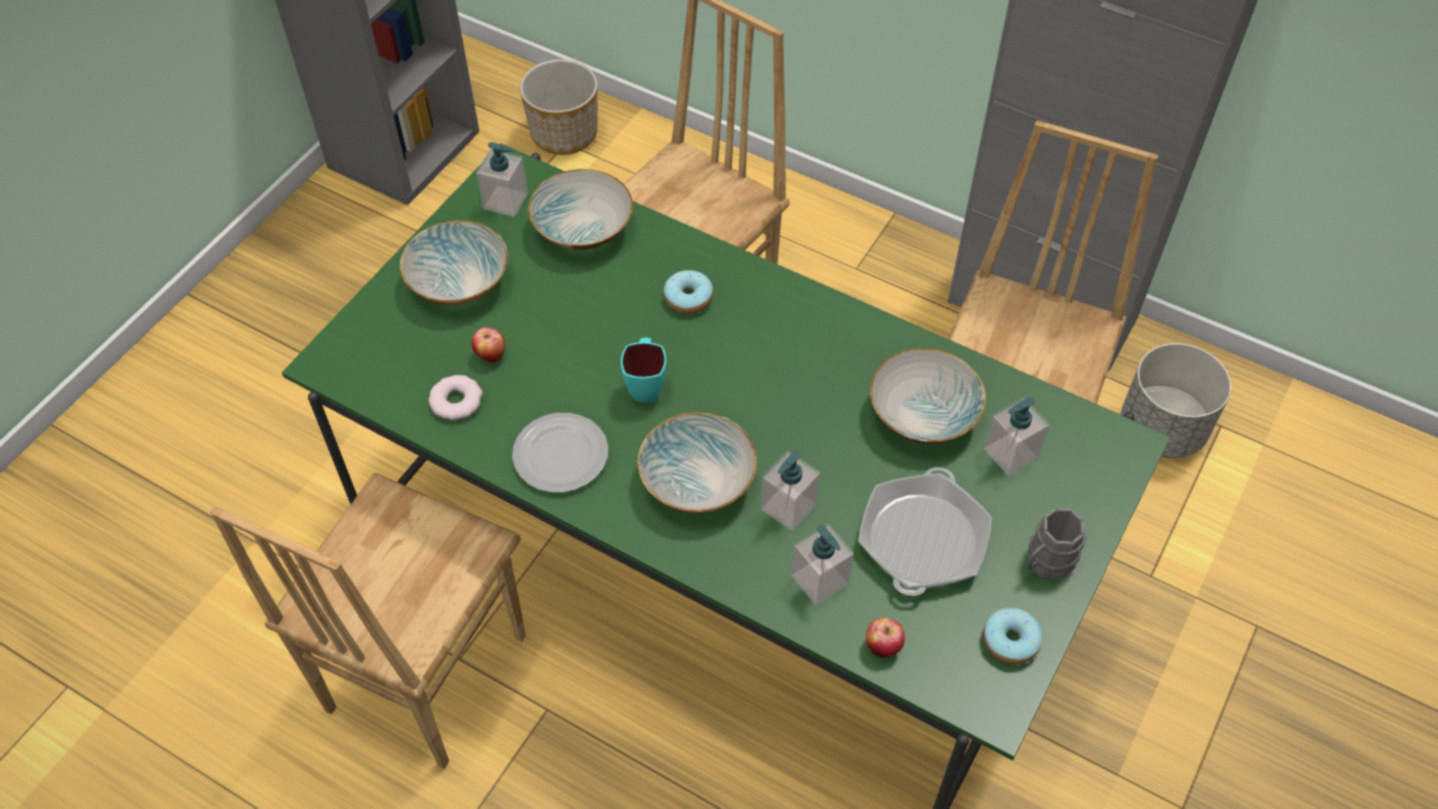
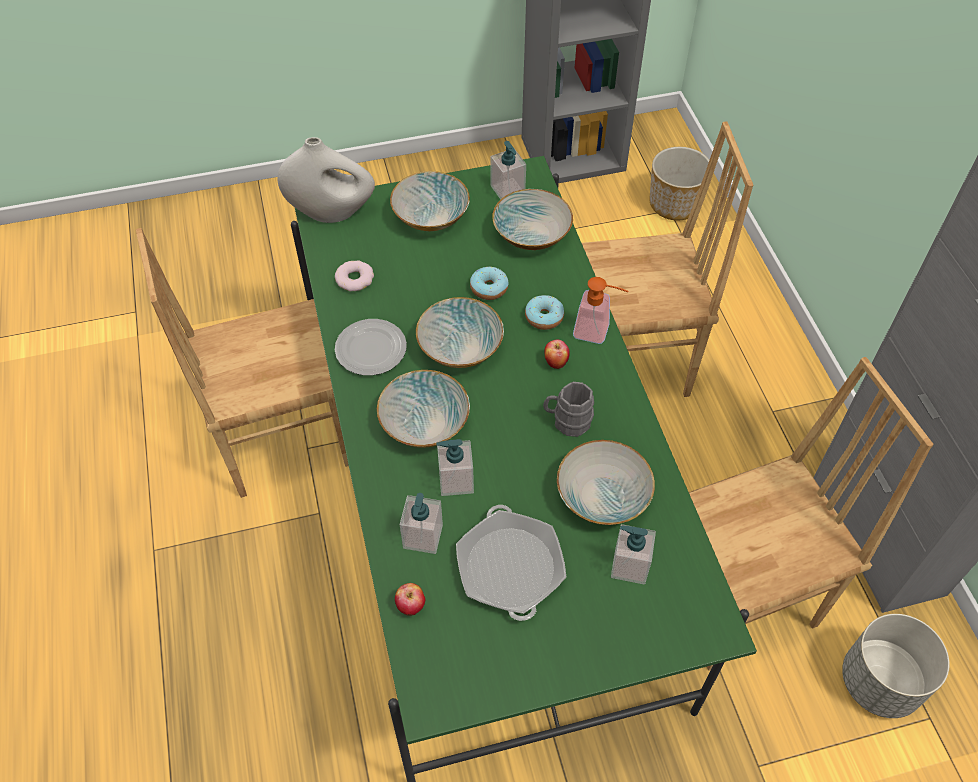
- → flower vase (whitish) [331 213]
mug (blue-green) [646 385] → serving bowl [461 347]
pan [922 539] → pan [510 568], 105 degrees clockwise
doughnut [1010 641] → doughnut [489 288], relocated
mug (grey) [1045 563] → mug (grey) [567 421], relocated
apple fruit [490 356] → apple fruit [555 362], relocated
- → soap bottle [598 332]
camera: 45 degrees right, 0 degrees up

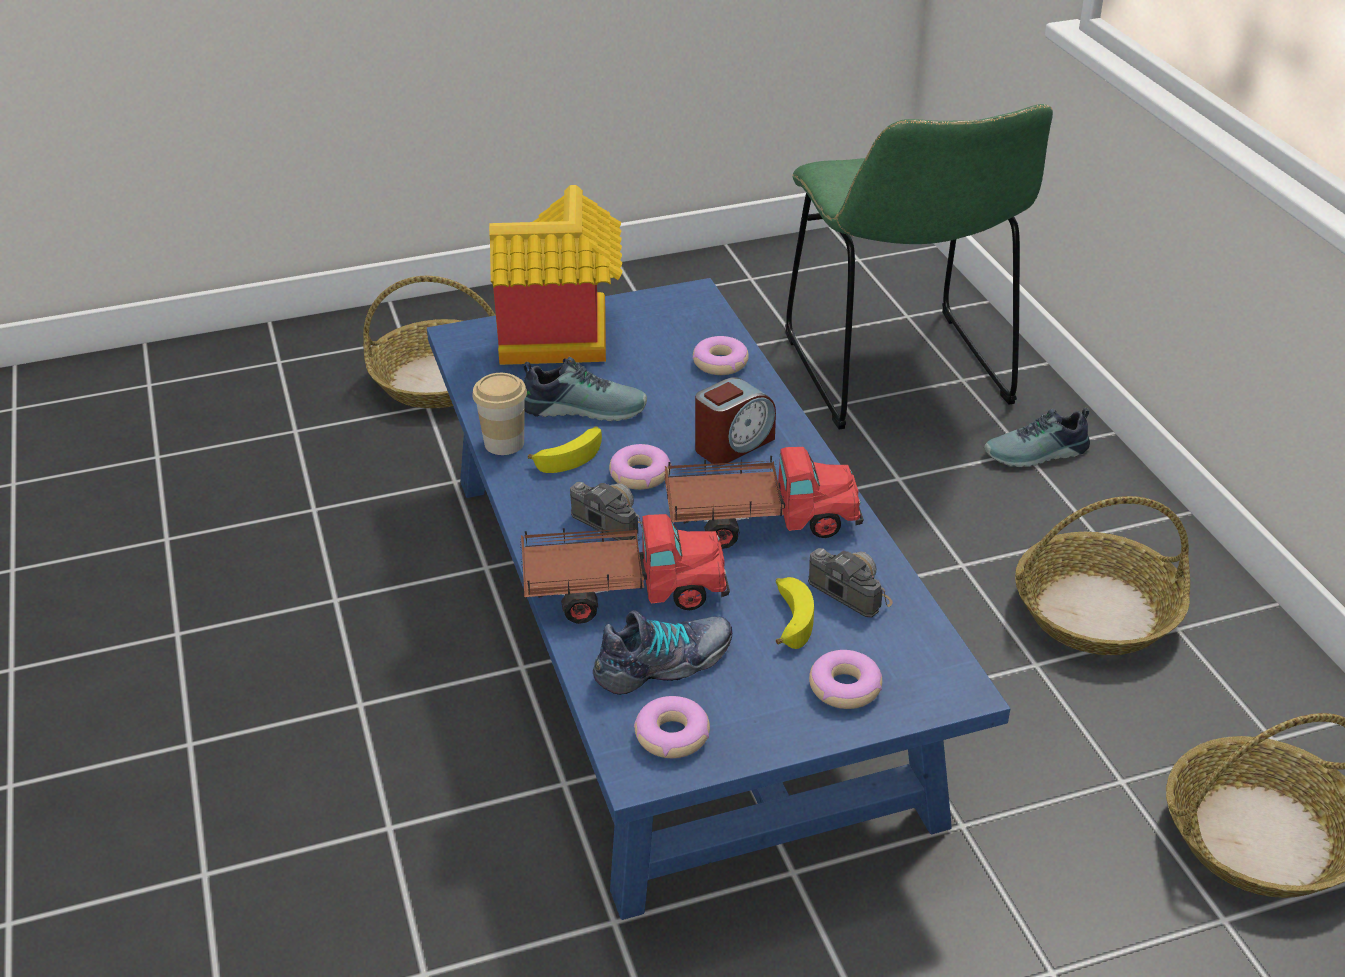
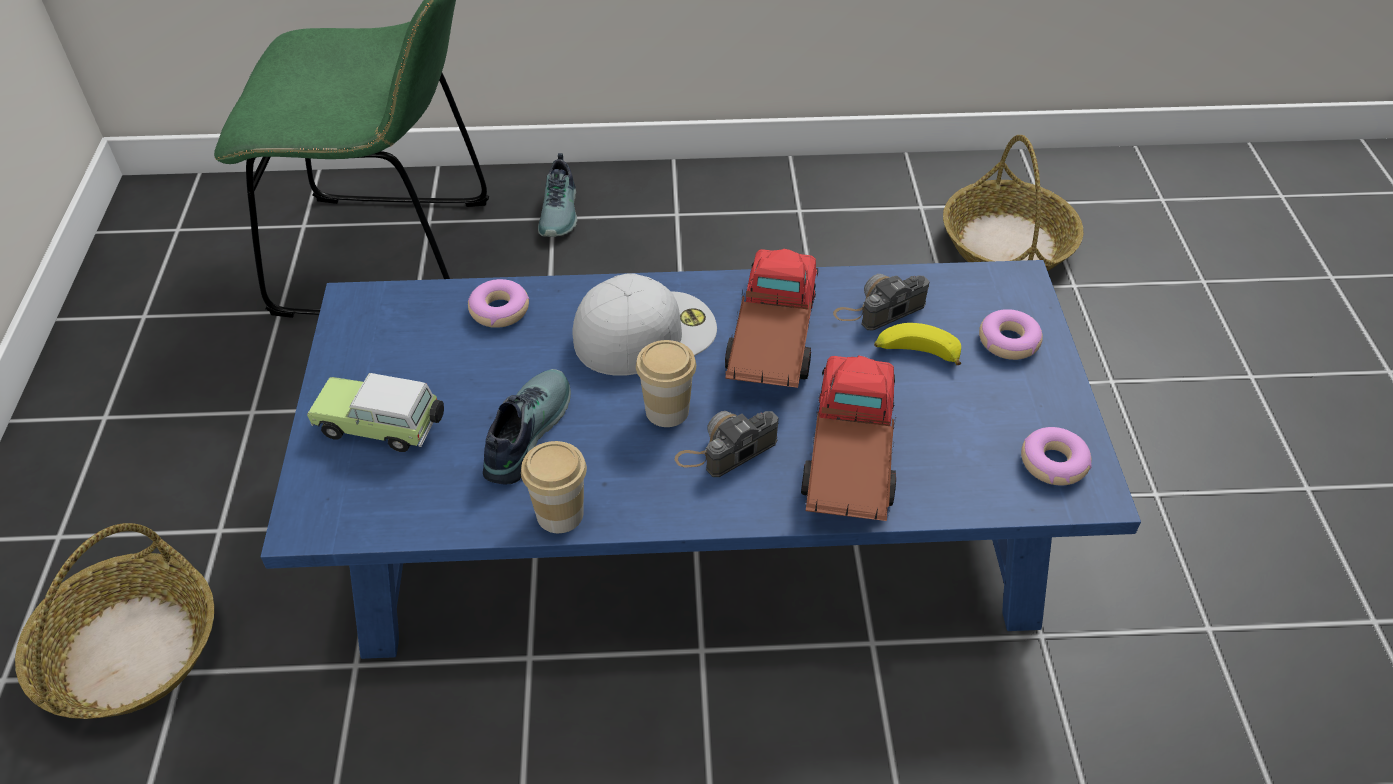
model house [563 343] → miniature car [383 428]
table clock [733 444] → cap (whitish) [645 332]
doughnut [640 475] → cup [667 410]
whole banana [570 455] → -
shoe [665 665] → -
storage basket [1096 611] → -
camera: 75 degrees left, 10 degrees up

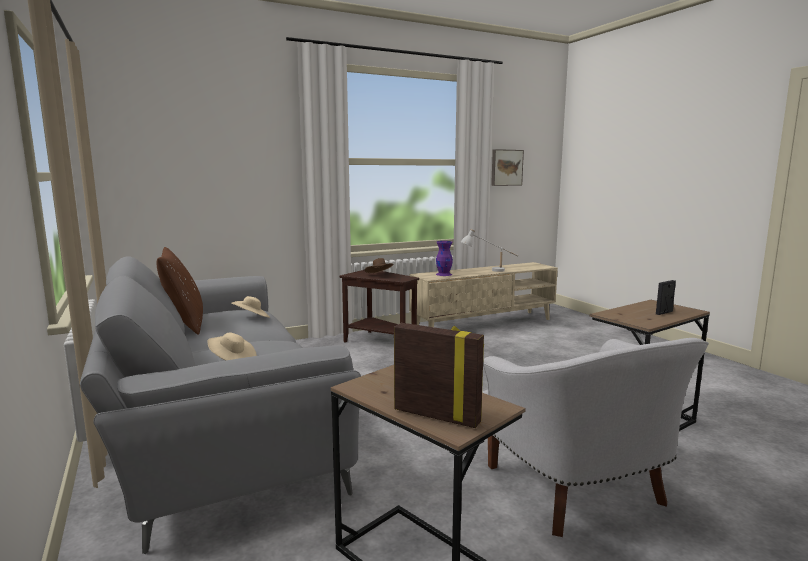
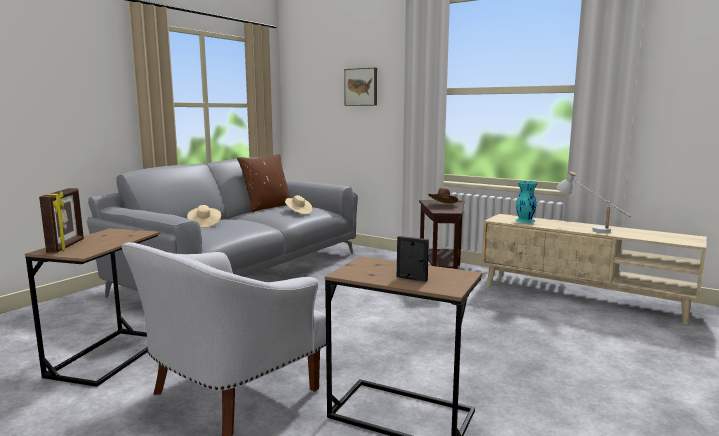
picture [506 167] → picture [361 87], relocated
flower vase (purple) [444 274] → flower vase (blue-green) [525 220]
camera: 60 degrees right, 0 degrees up

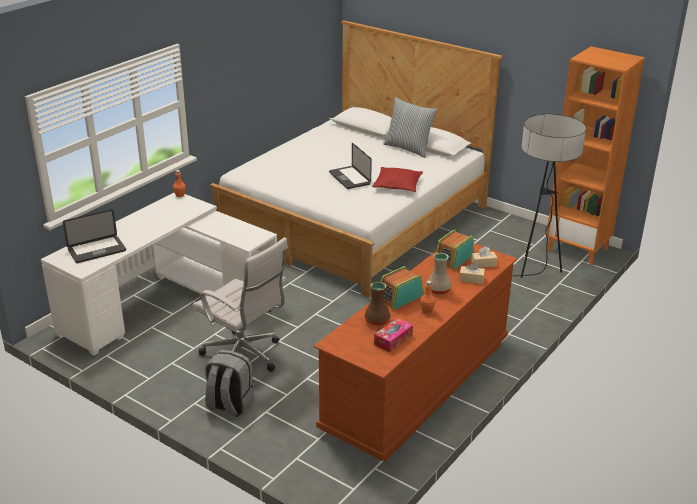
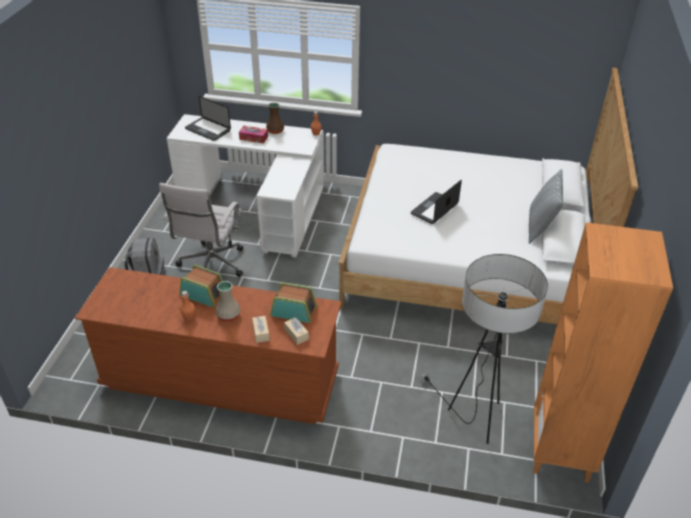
tissue holder [393 340] → tissue holder [253 138], relocated
flower vase (brown) [377 321] → flower vase (brown) [275 131], relocated
cushion (red) [397 185] → -
camera: 65 degrees right, 10 degrees up

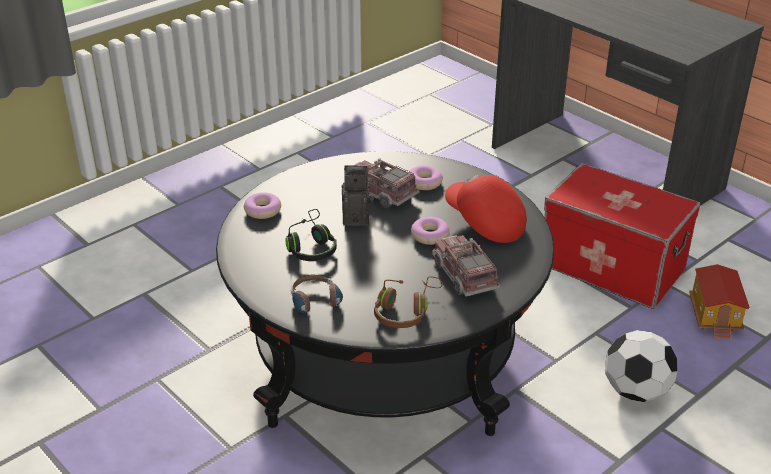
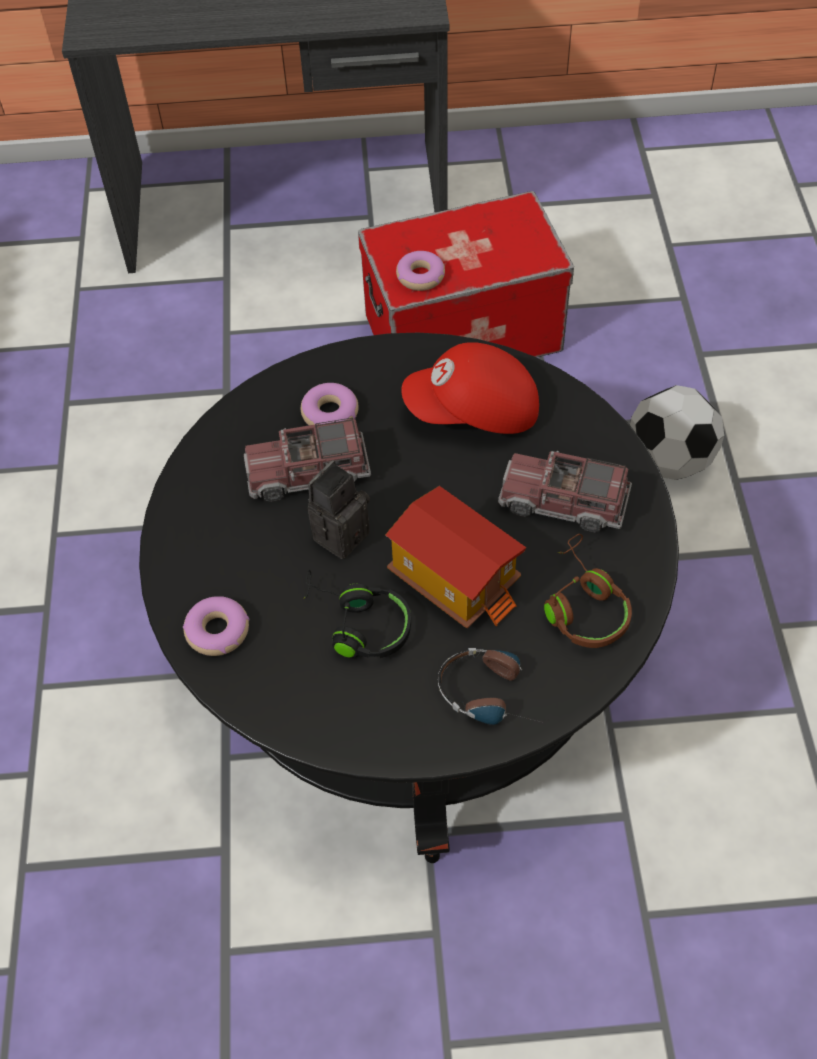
model house [715 316] → model house [456 578], relocated
doughnut [430 236] → doughnut [420 276], relocated
camera: 50 degrees left, 20 degrees up

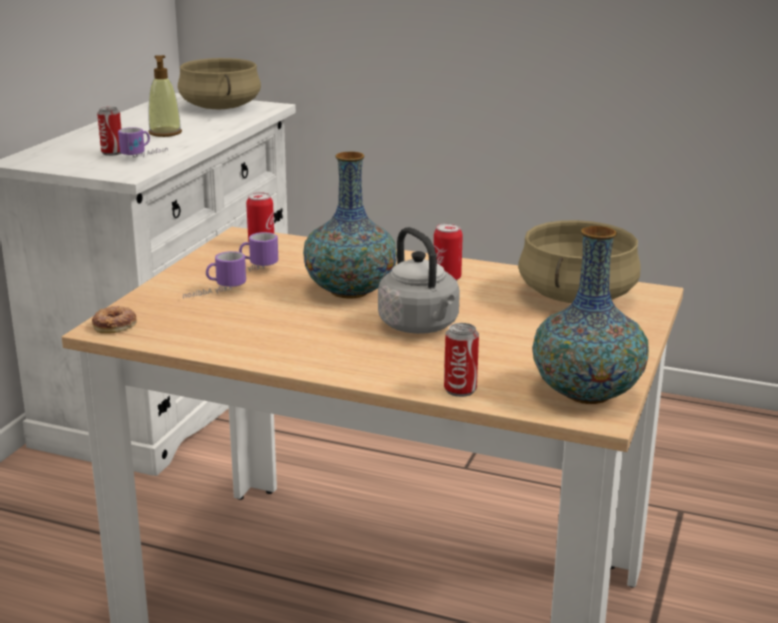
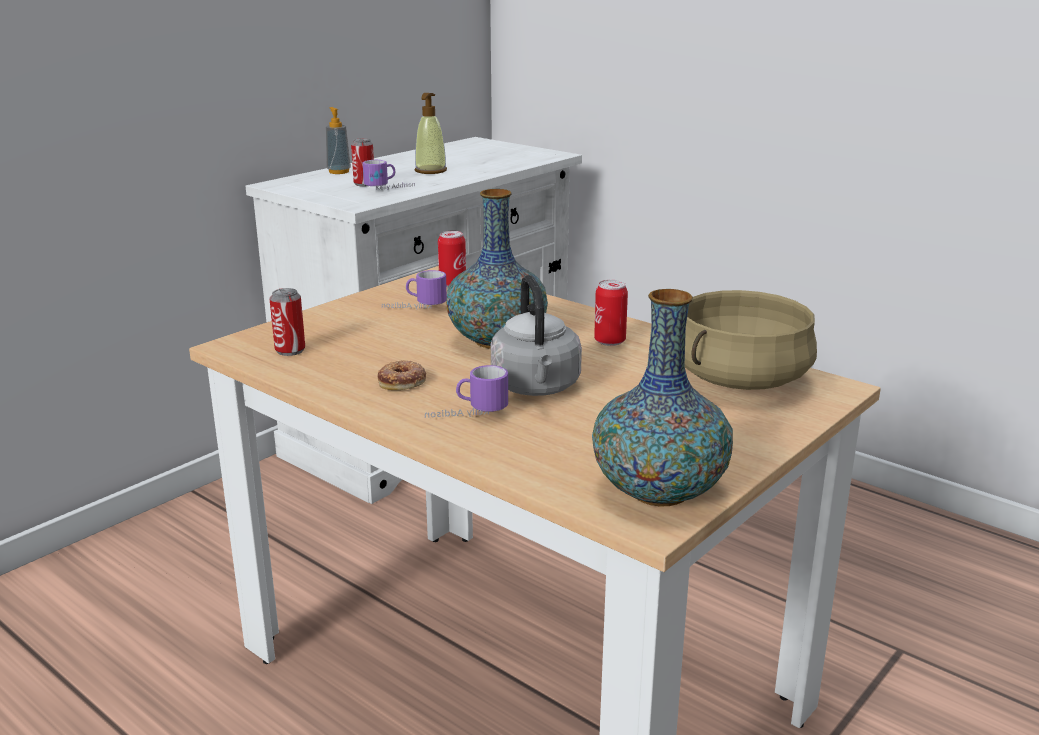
can [460 390] → can [290 350], relocated
- → soap bottle [339 172]
doughnut [115 325] → doughnut [402 381], relocated
mug [214 293] → mug [466 416], relocated
saucepot (sand-coloured) [219 107] → -
camera: 20 degrees right, 0 degrees up

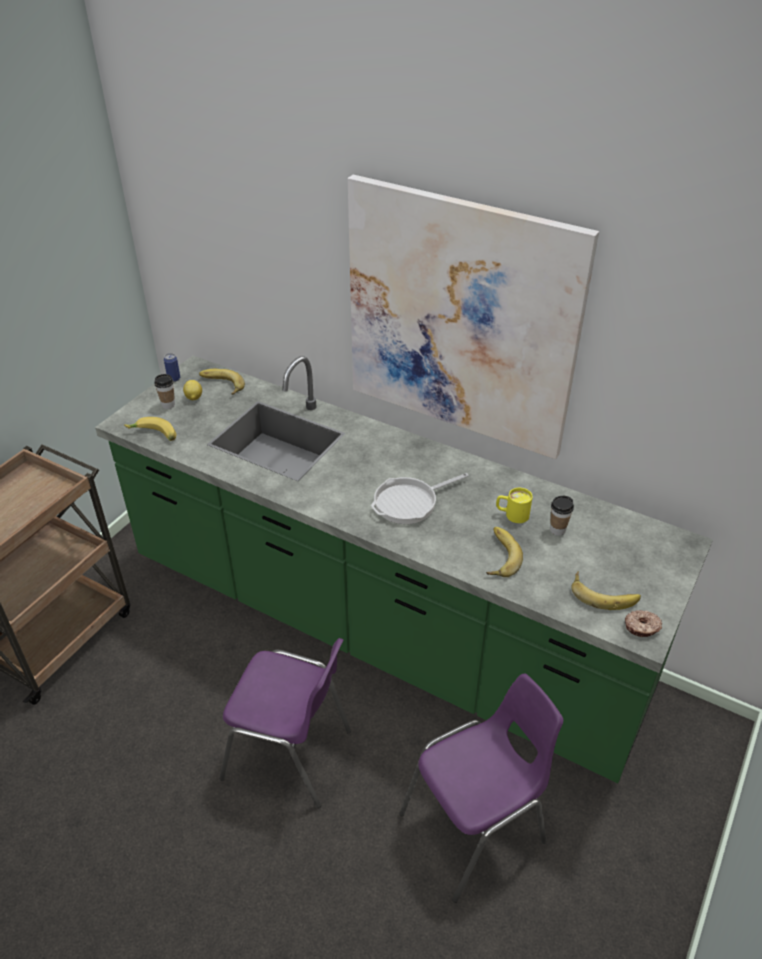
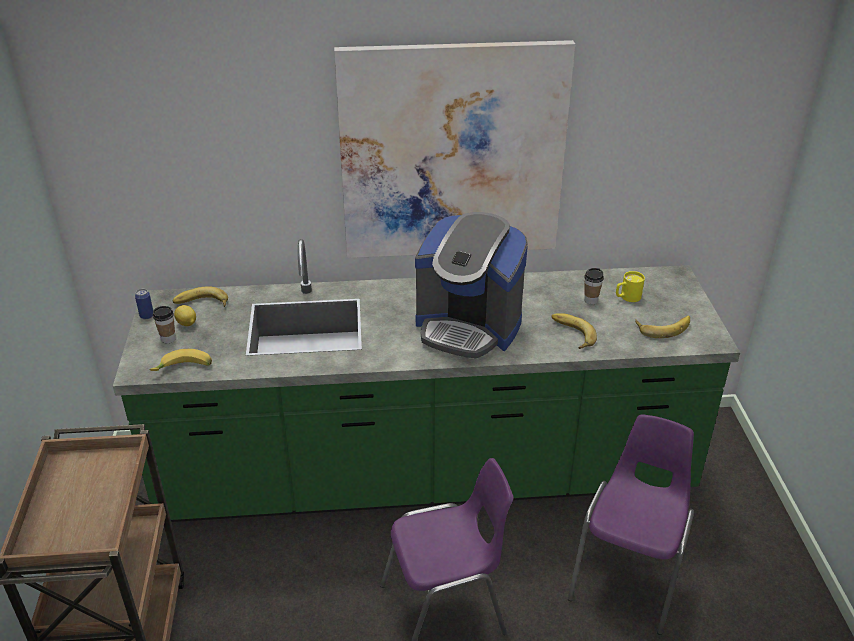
pan [409 502] → coffee brewer [468 327]
mug (yellow) [512 514] → mug (yellow) [627 297], relocated
doughnut [642 627] → -
camera: 35 degrees left, 5 degrees down

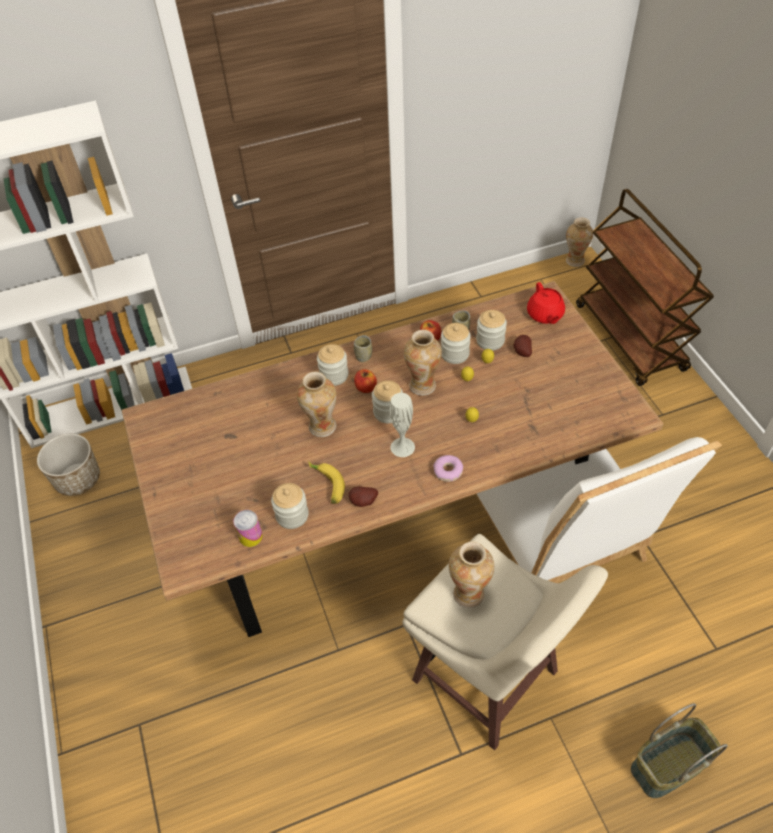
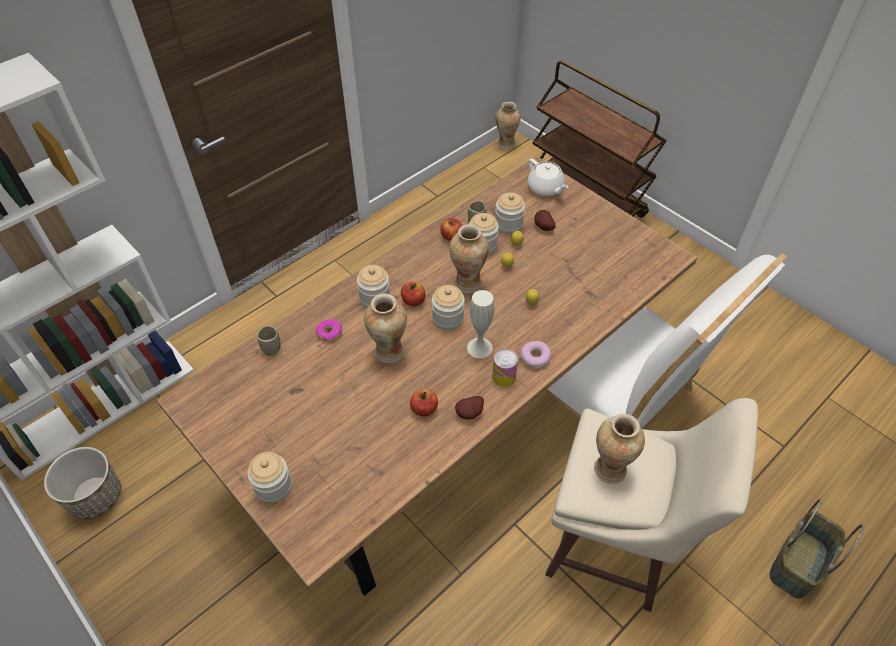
preserve jar [292 515] → preserve jar [273 486], relocated
cup [363 356] → cup [271 348], relocated
- → doughnut [330 333]
whole banana [326 485] → apple fruit [424 409]
can [250 536] → can [503 377], relocated
tea pot (red) [545 315] → tea pot (whitish) [545 188]
camera: 25 degrees left, 0 degrees up

